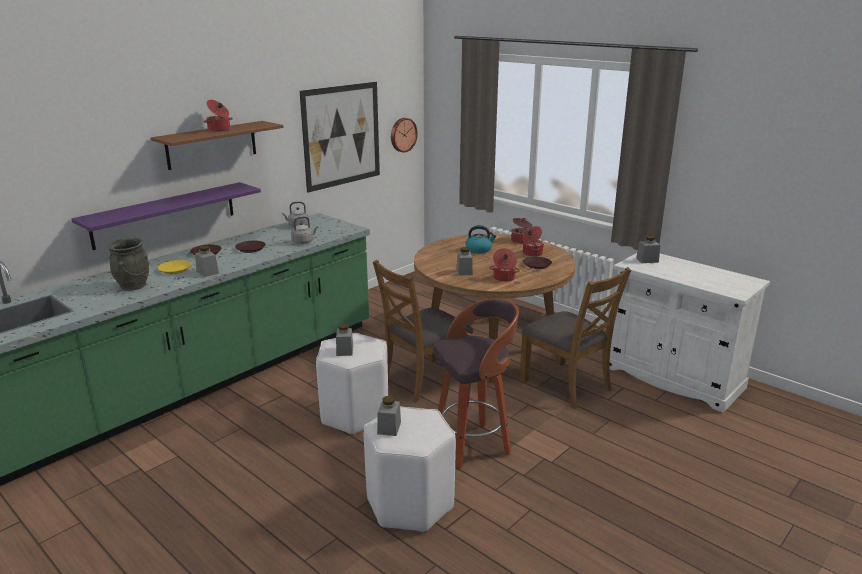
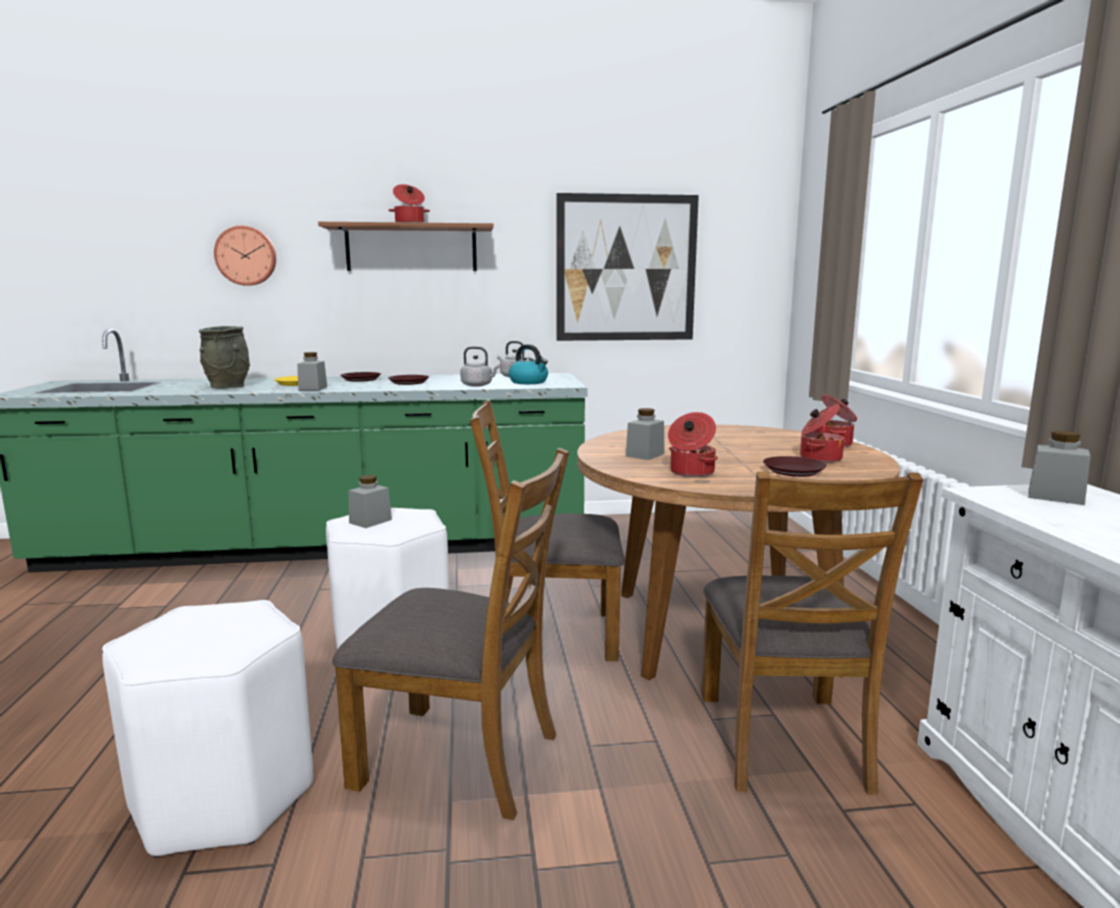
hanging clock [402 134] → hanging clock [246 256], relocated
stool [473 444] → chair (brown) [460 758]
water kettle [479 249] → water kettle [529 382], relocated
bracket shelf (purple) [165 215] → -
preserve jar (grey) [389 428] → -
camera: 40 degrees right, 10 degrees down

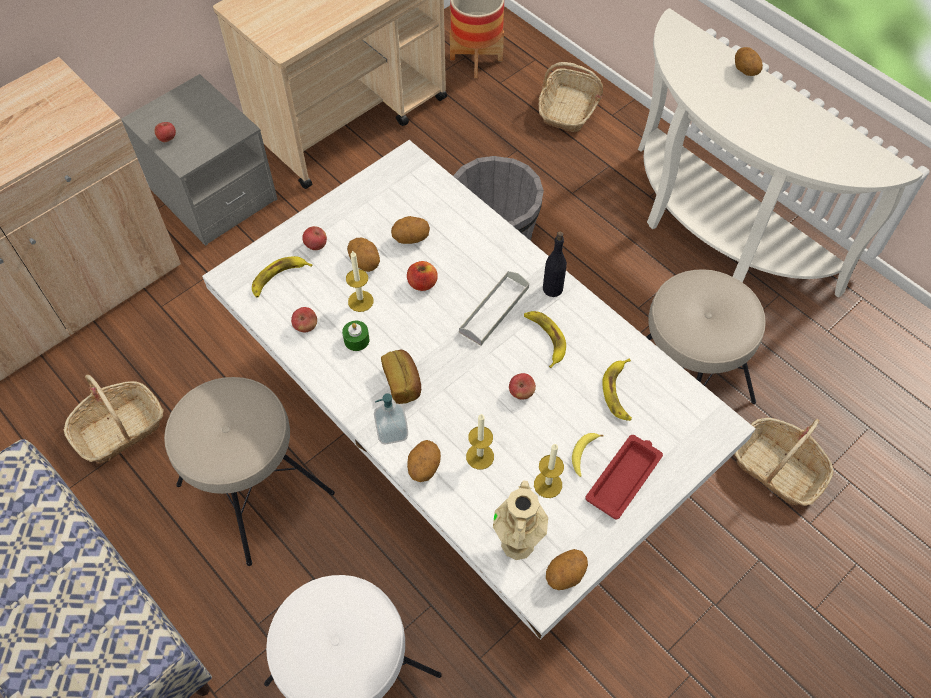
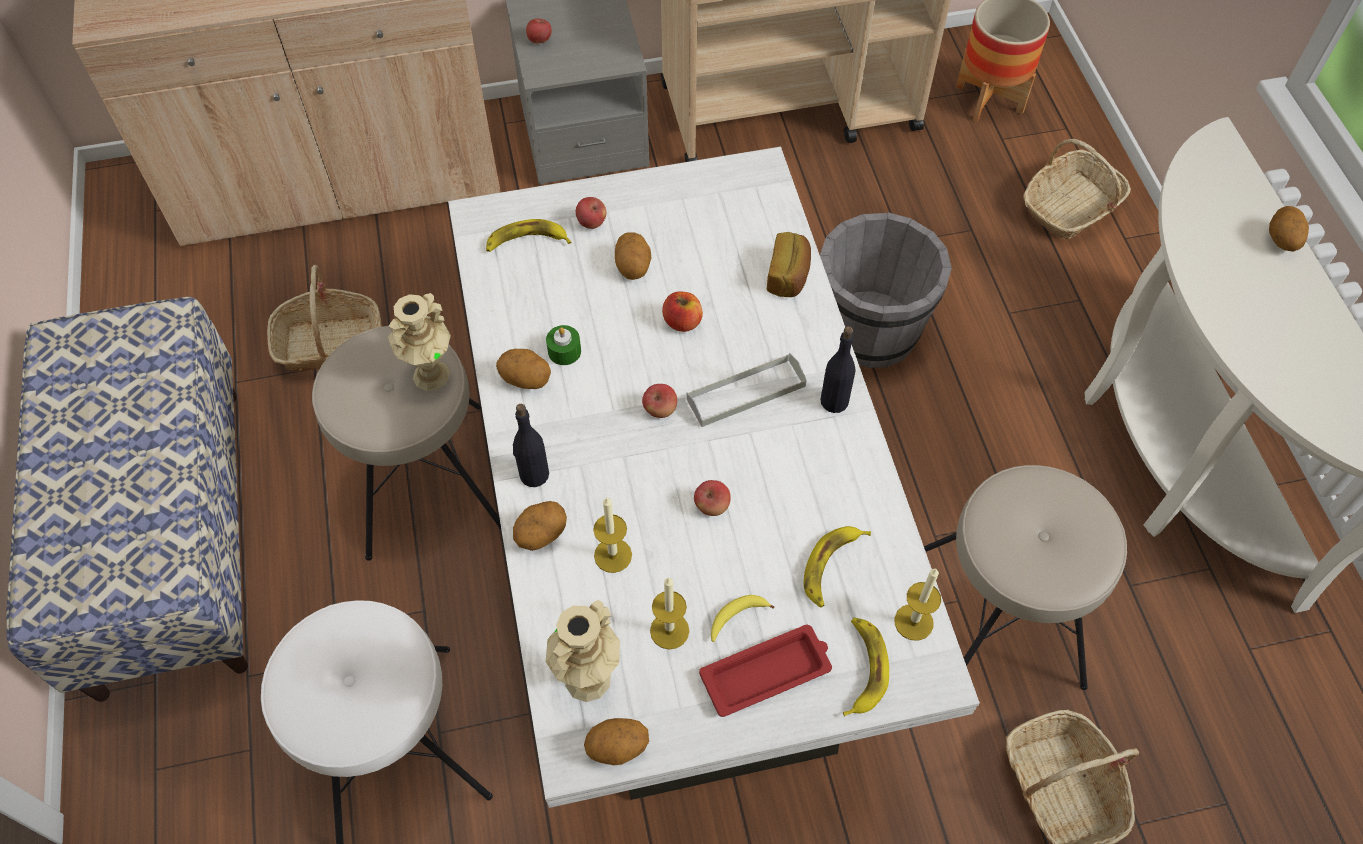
- → flower vase (sand-coloured) [431 374]
spud [411 238] → spud [526 379], relocated
soap bottle [392 431] → drink bottle (blackish) [534 474]
apple fruit [306 326] → apple fruit [660 409], relocated
bakery bread [403 383] → bakery bread [789 275], relocated
whole banana [545 338] → whole banana [862 668], relocated
wax light [360 301] → wax light [913 622], relocated
camera: 30 degrees right, 0 degrees up

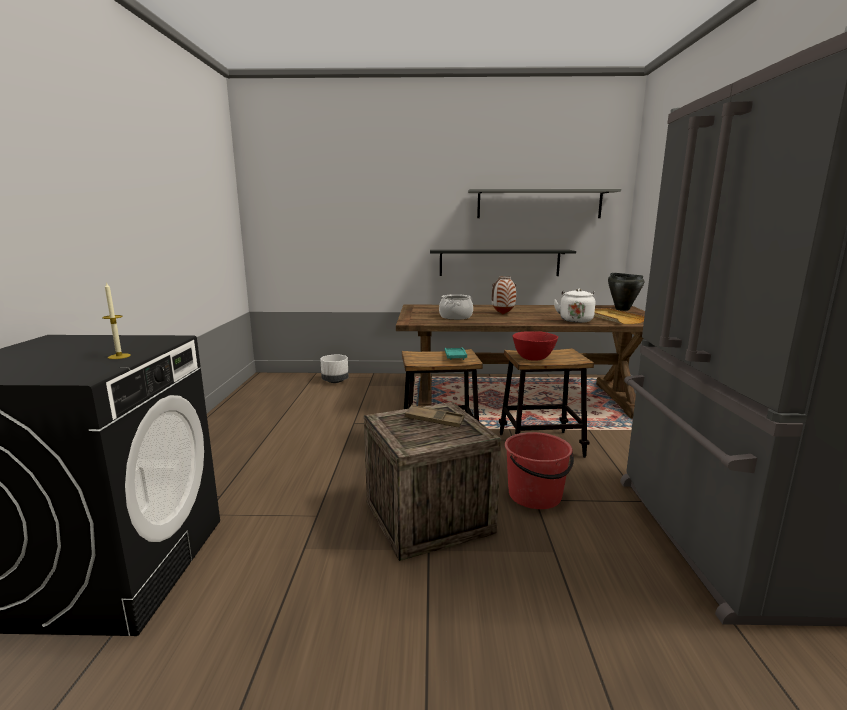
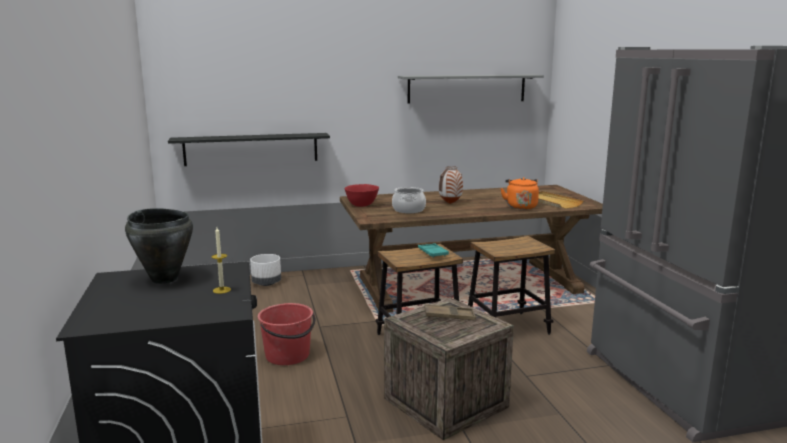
saucepot (blackish) [622 309] → saucepot (blackish) [164 279], relocated
bracket shelf (blackish) [499 262] → bracket shelf (blackish) [251 149], relocated
water bucket (red) [535 495] → water bucket (red) [288 355], relocated
serving bowl (red) [534 358] → serving bowl (red) [362 205], relocated
water kettle (whitish) [575 320] → water kettle (orangey) [520 206]
camera: 15 degrees left, 0 degrees up

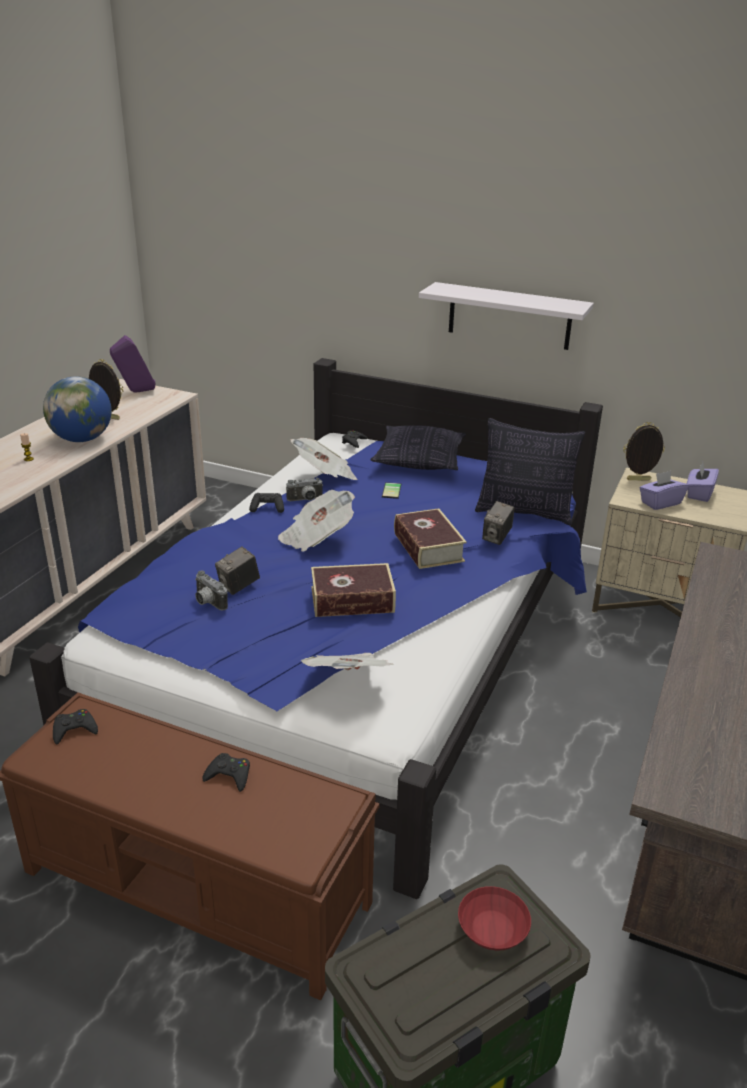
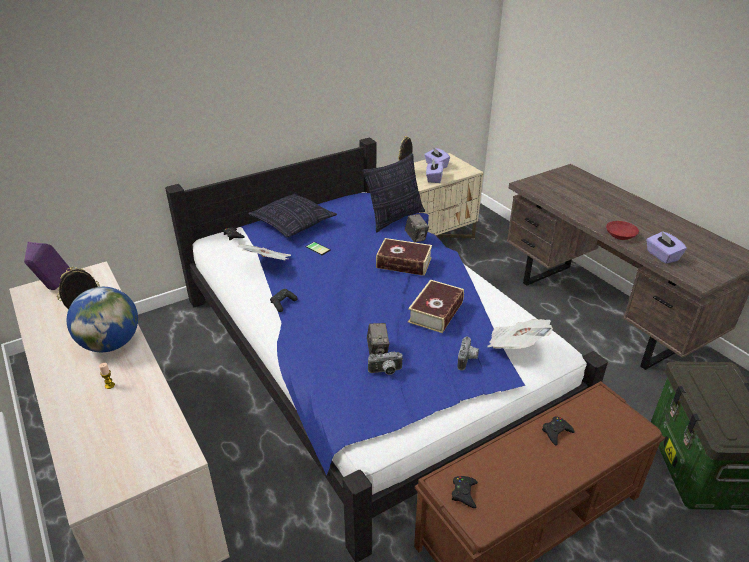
photo camera [305 500] → photo camera [467 360], relocated
serving bowl (red) [492 927] → serving bowl (red) [619 235], relocated
- → tissue holder (purple) [662 256]
printed paper [316 537] → -
bracket shelf (whitish) [509 316] → -
camera: 55 degrees left, 5 degrees up

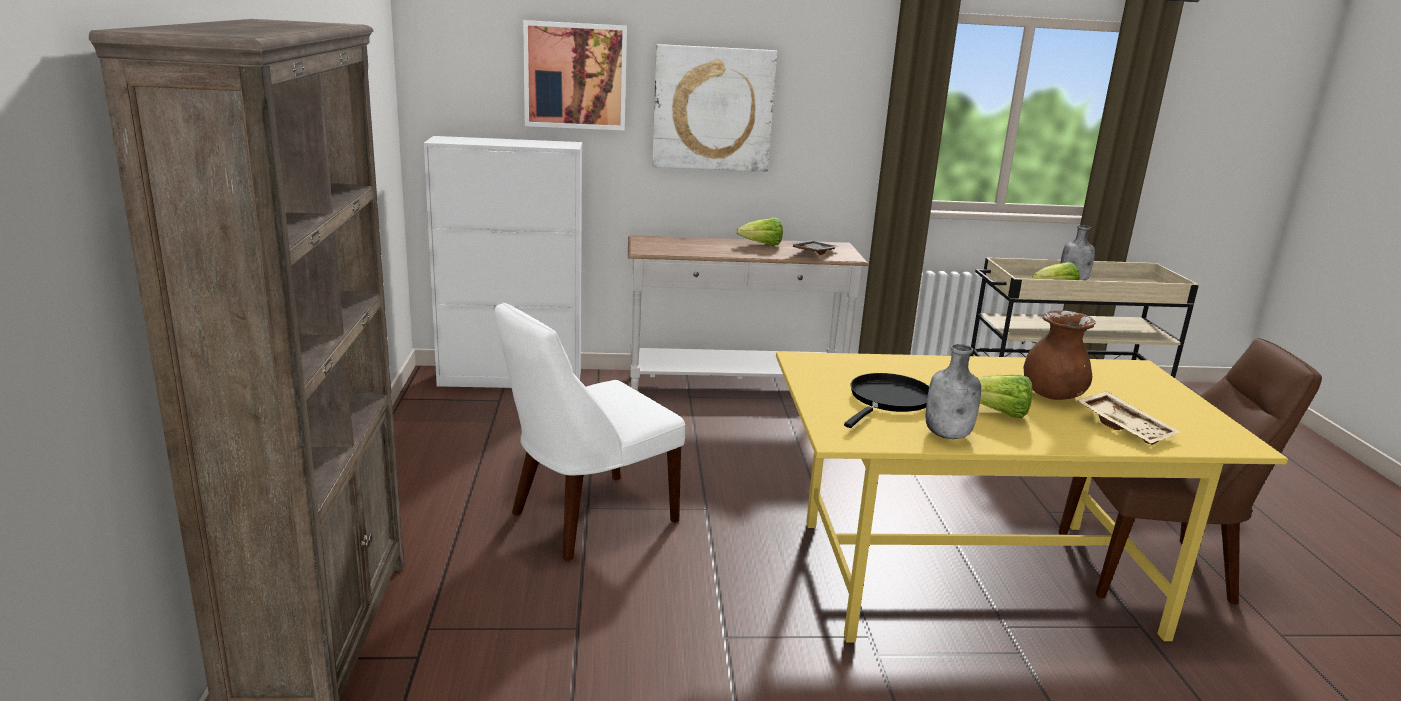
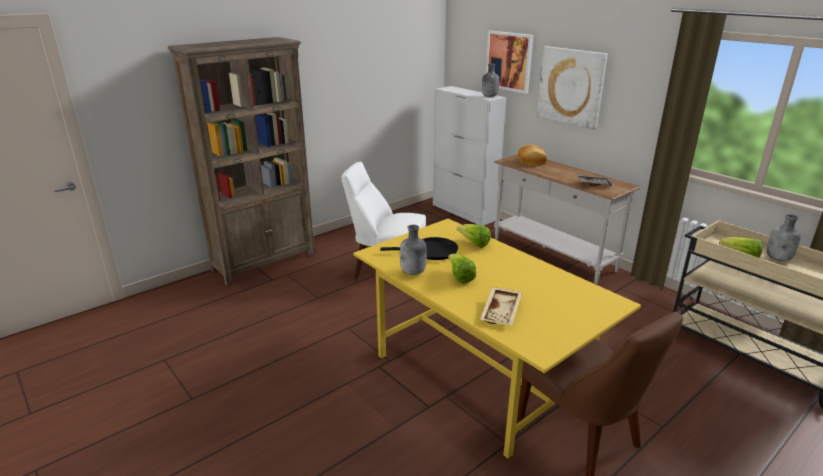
lettuce [762 245] → lettuce [474 244], relocated
- → drink bottle (grey) [489 96]
- → bakery bread [532 162]
flower vase (brown) [1052 395] → -
camera: 55 degrees right, 5 degrees up

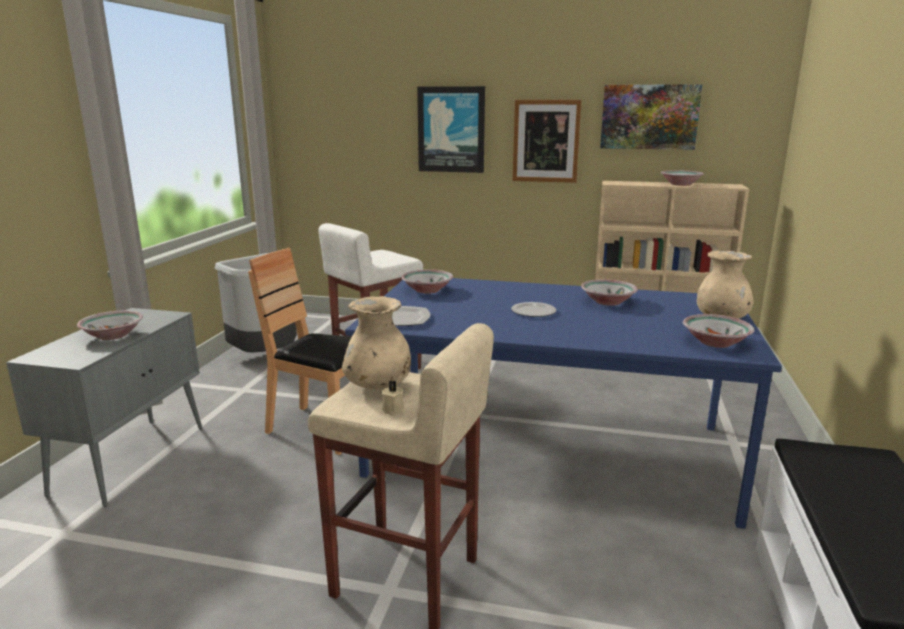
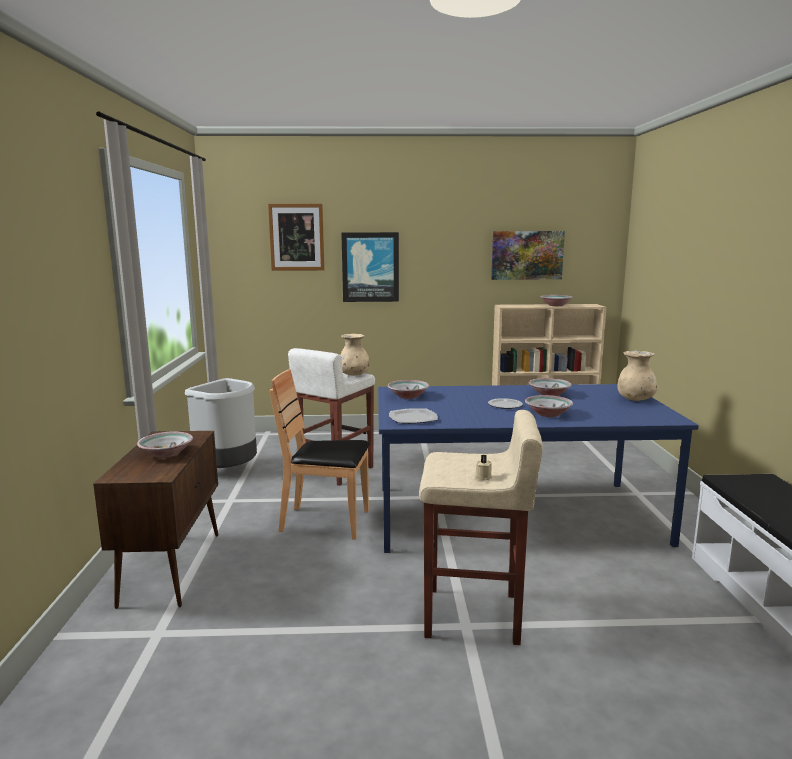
storage cabinet (grey) [132 458] → storage cabinet (brown) [172 567]
picture [546 141] → picture [296 237], relocated
flower vase (sand-coloured) [378 386] → flower vase (sand-coloured) [354 375], relocated
serving bowl [714 342] → serving bowl [547 414], relocated
camera: 15 degrees left, 5 degrees down

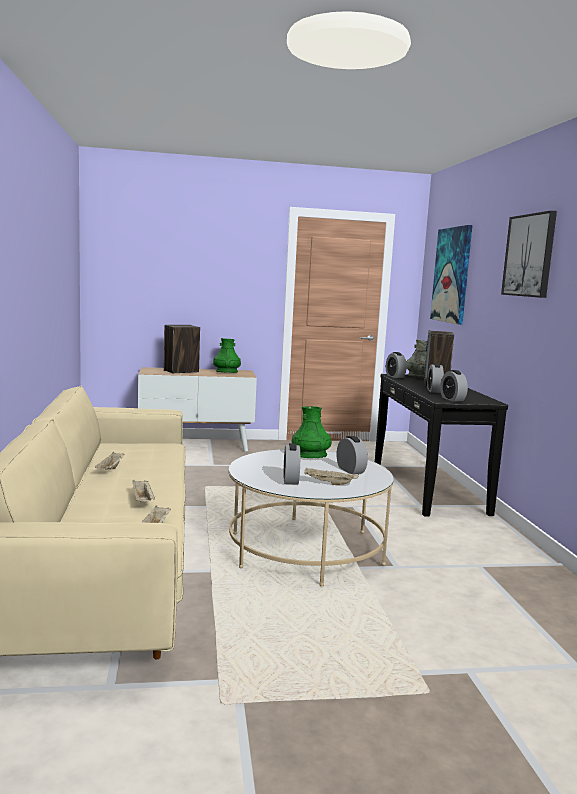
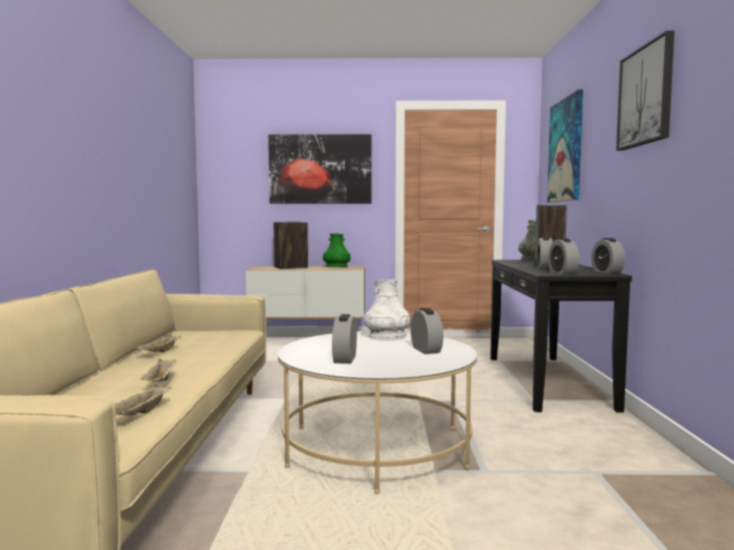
- → picture [320 169]
flower vase (green-coloured) [310 455] → flower vase (whitish) [387 336]
table clock [395 376] → table clock [607 272], relocated
serving tray (sand-coloured) [329 483] → -
camera: 10 degrees right, 5 degrees down

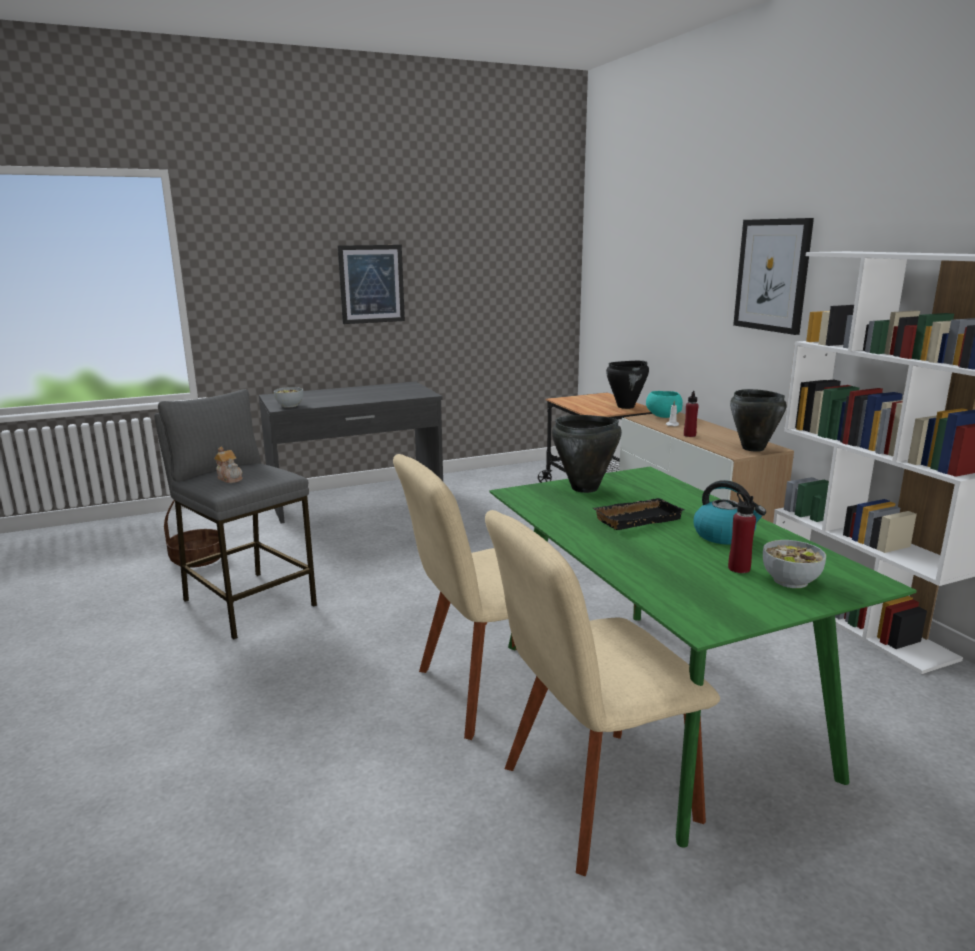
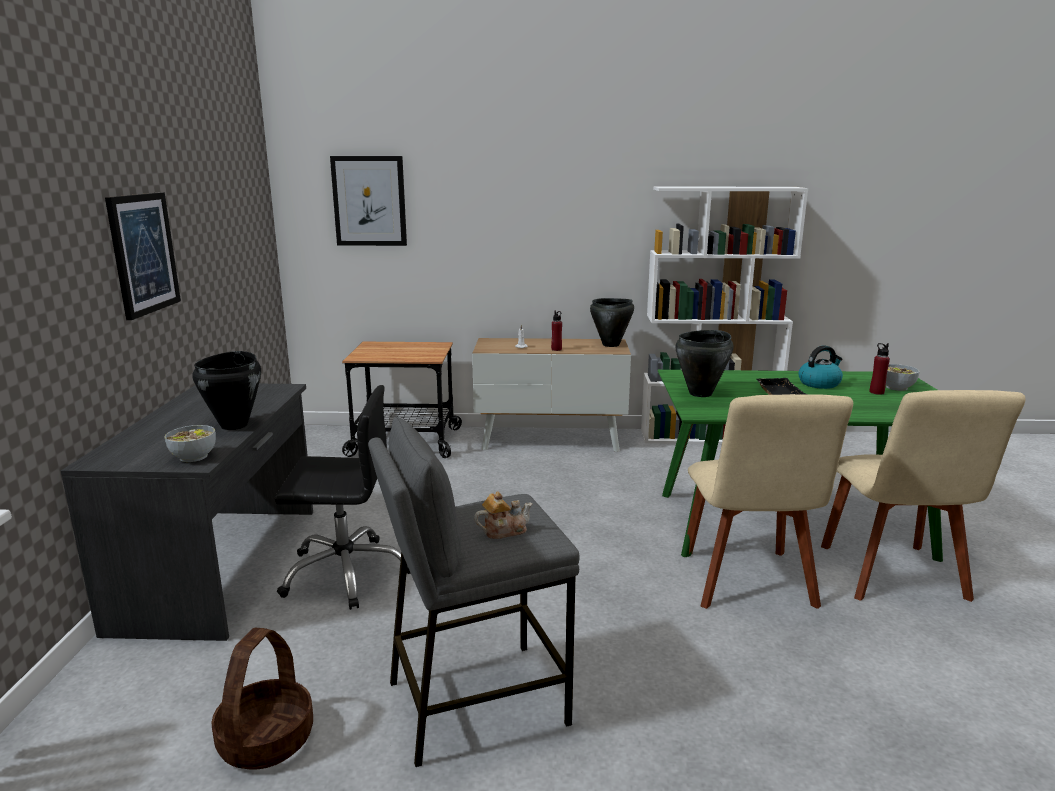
saucepot (blackish) [626 407] → saucepot (blackish) [235 425], relocated
- → office chair (blackish) [346 572]
picture [772 275] → picture [369 201], relocated
serving bowl (blue-green) [662 416] → -
camera: 65 degrees left, 0 degrees up

